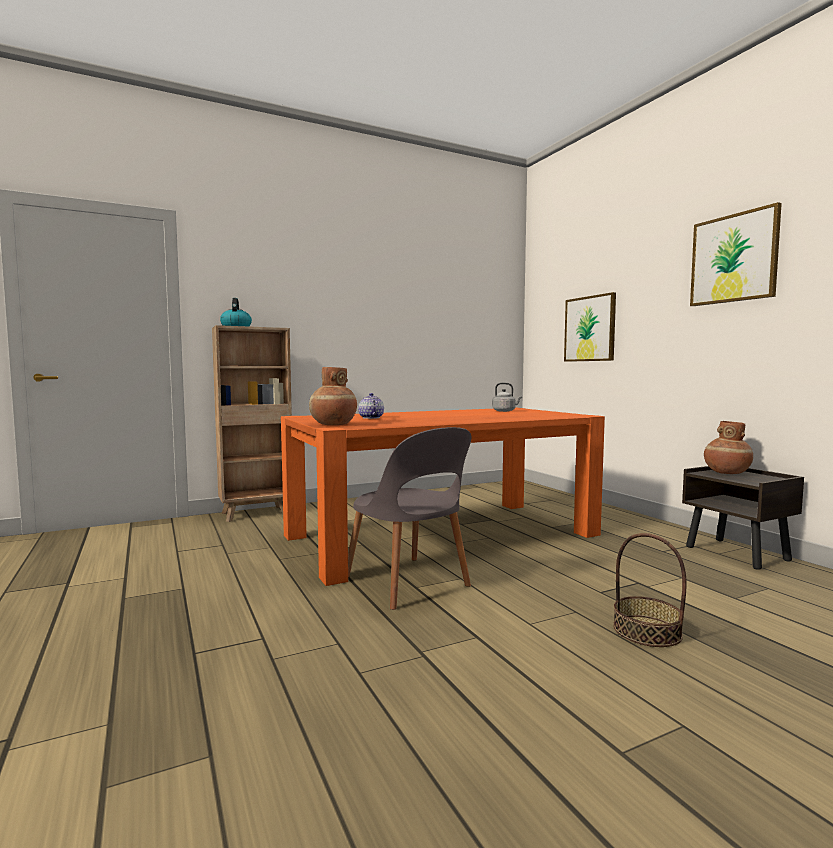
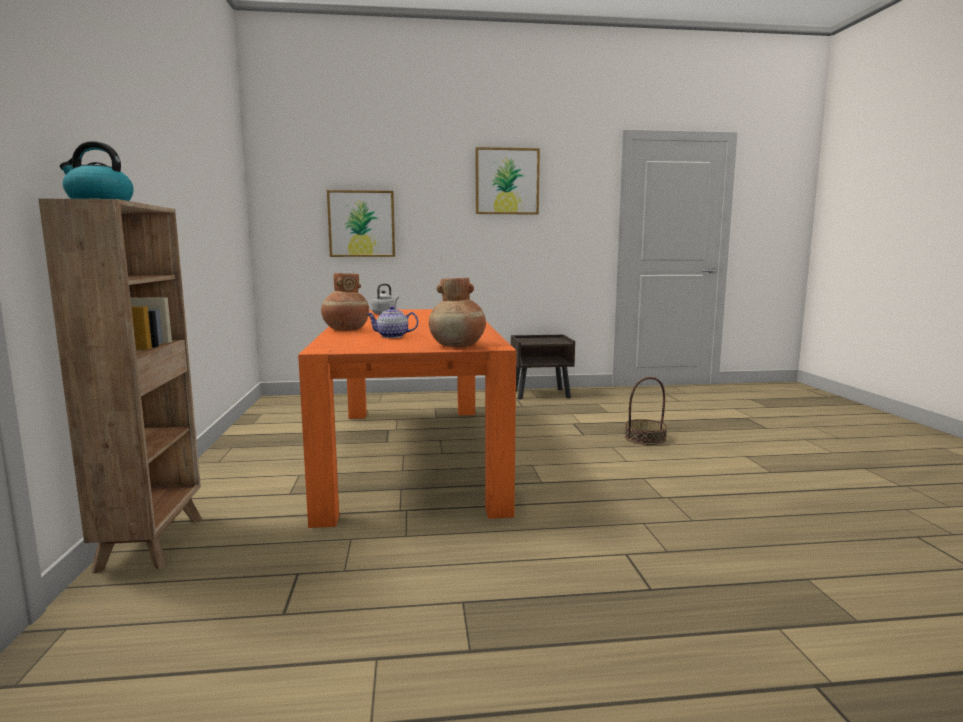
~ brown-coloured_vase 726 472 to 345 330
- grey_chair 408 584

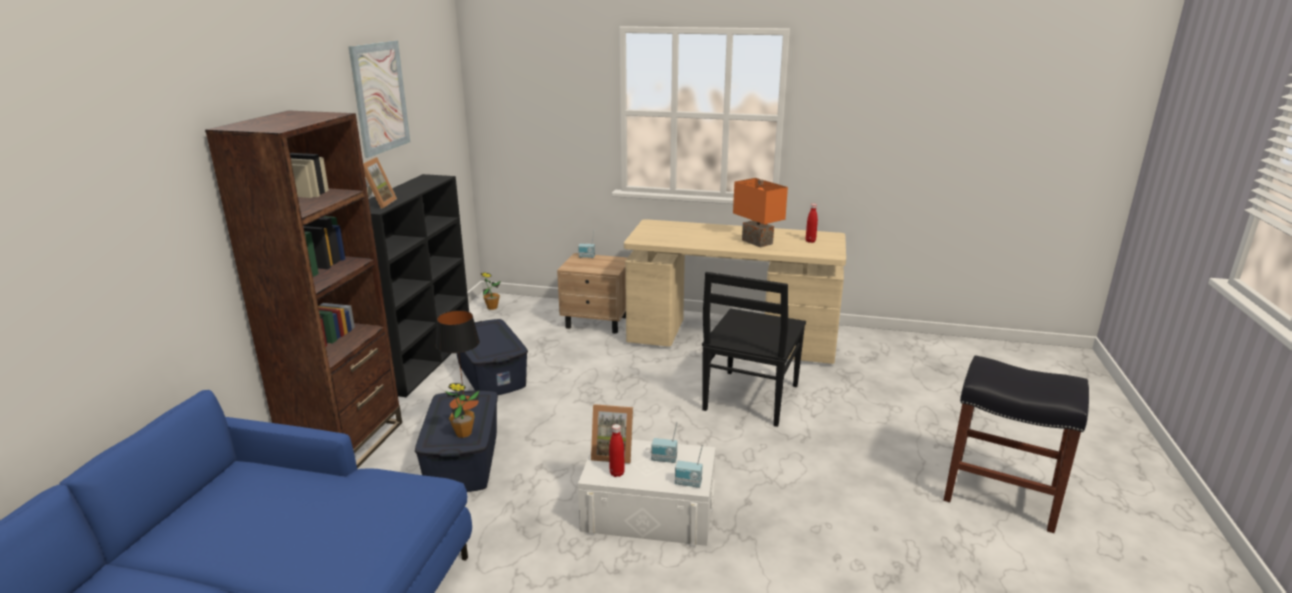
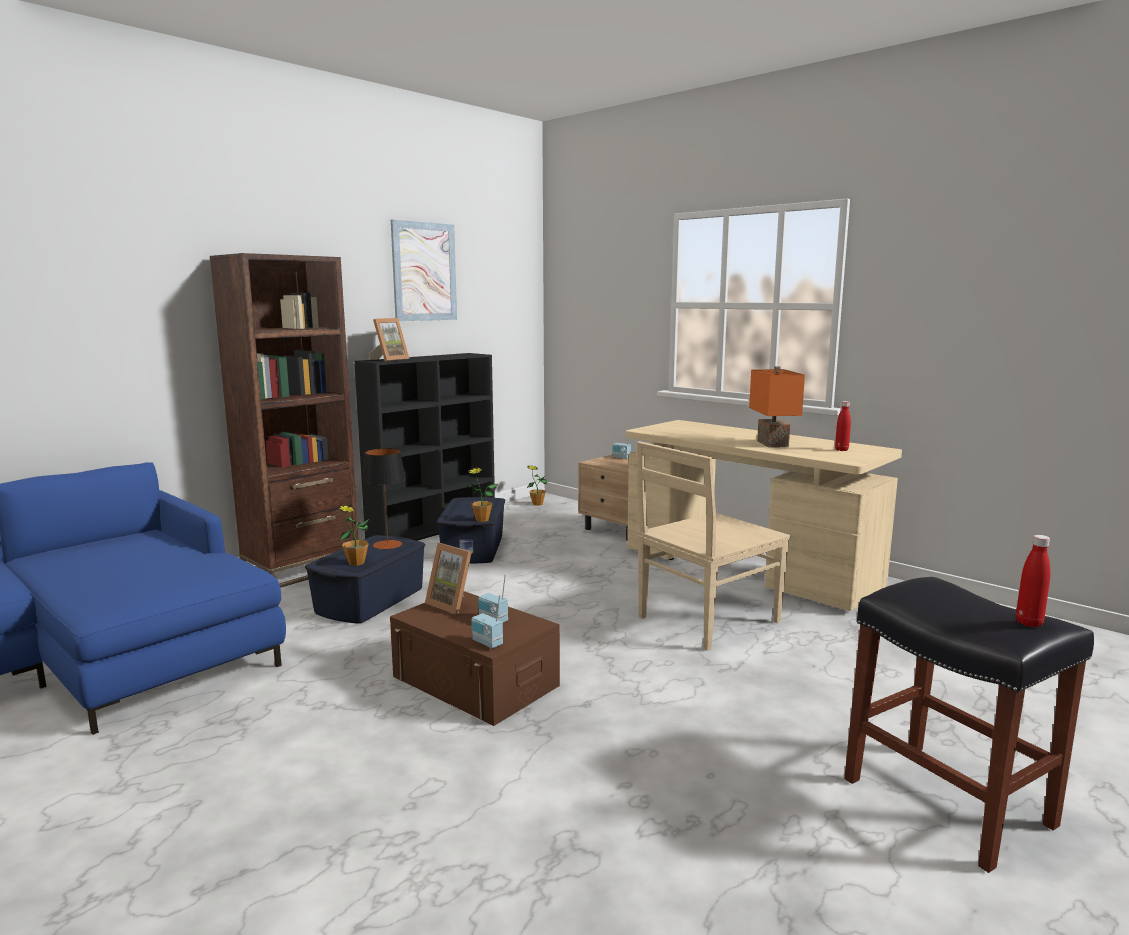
~ whitish_storage_container 649 511 to brown-coloured_storage_container 475 681
+ potted_plant 482 520
~ blackish_chair 750 399 to beige-coloured_chair 706 620
~ reddish_beverage_bottle 617 473 to 1028 623

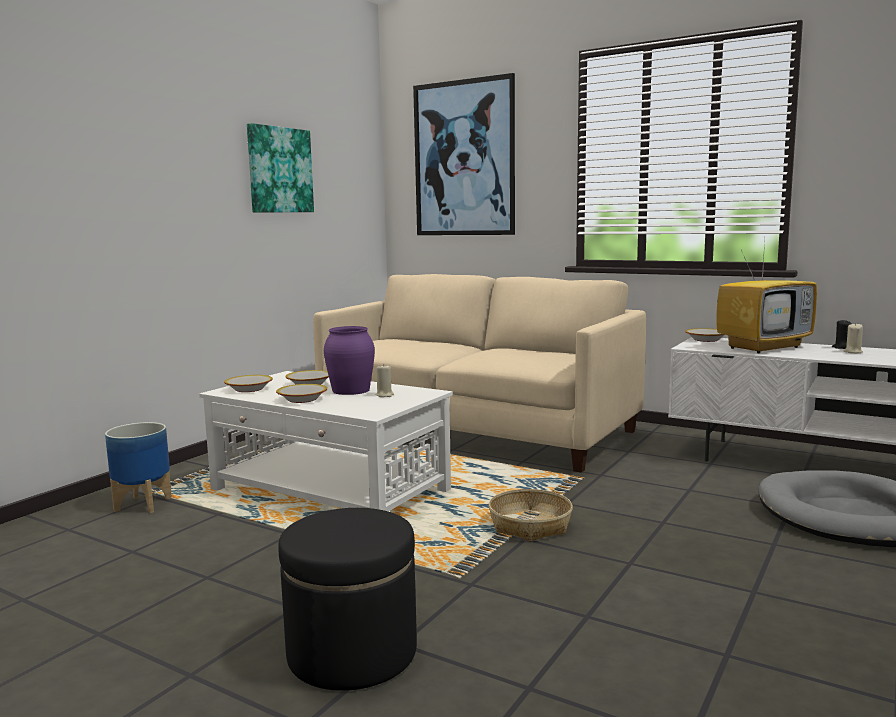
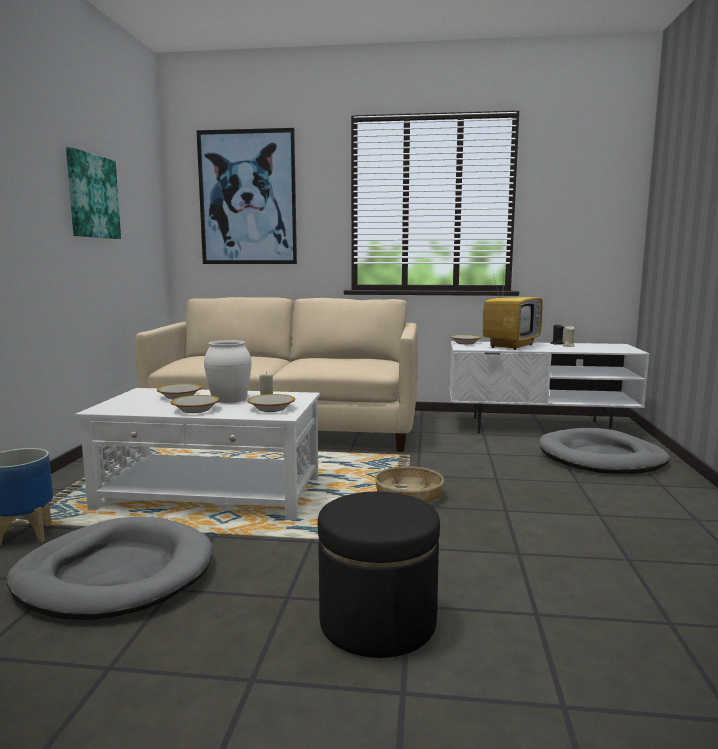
+ grey_pet_bed 115 574
~ purple_vase 350 390 to whitish_vase 229 398
~ deep_dish 248 389 to 271 409

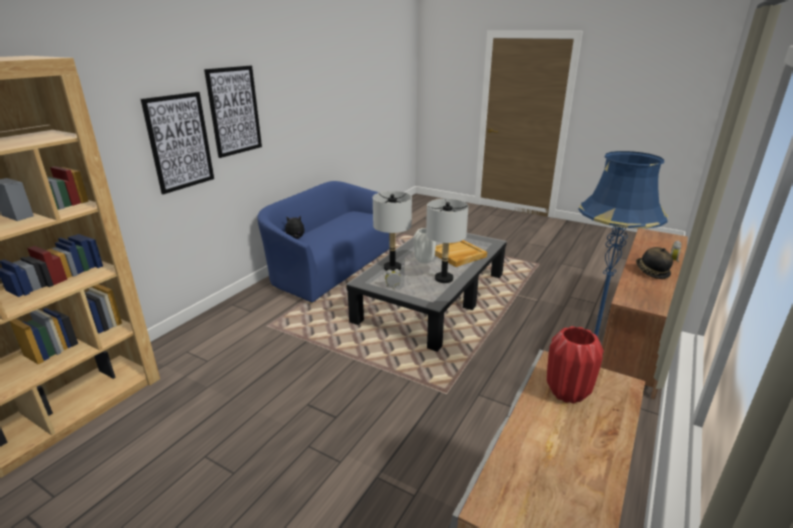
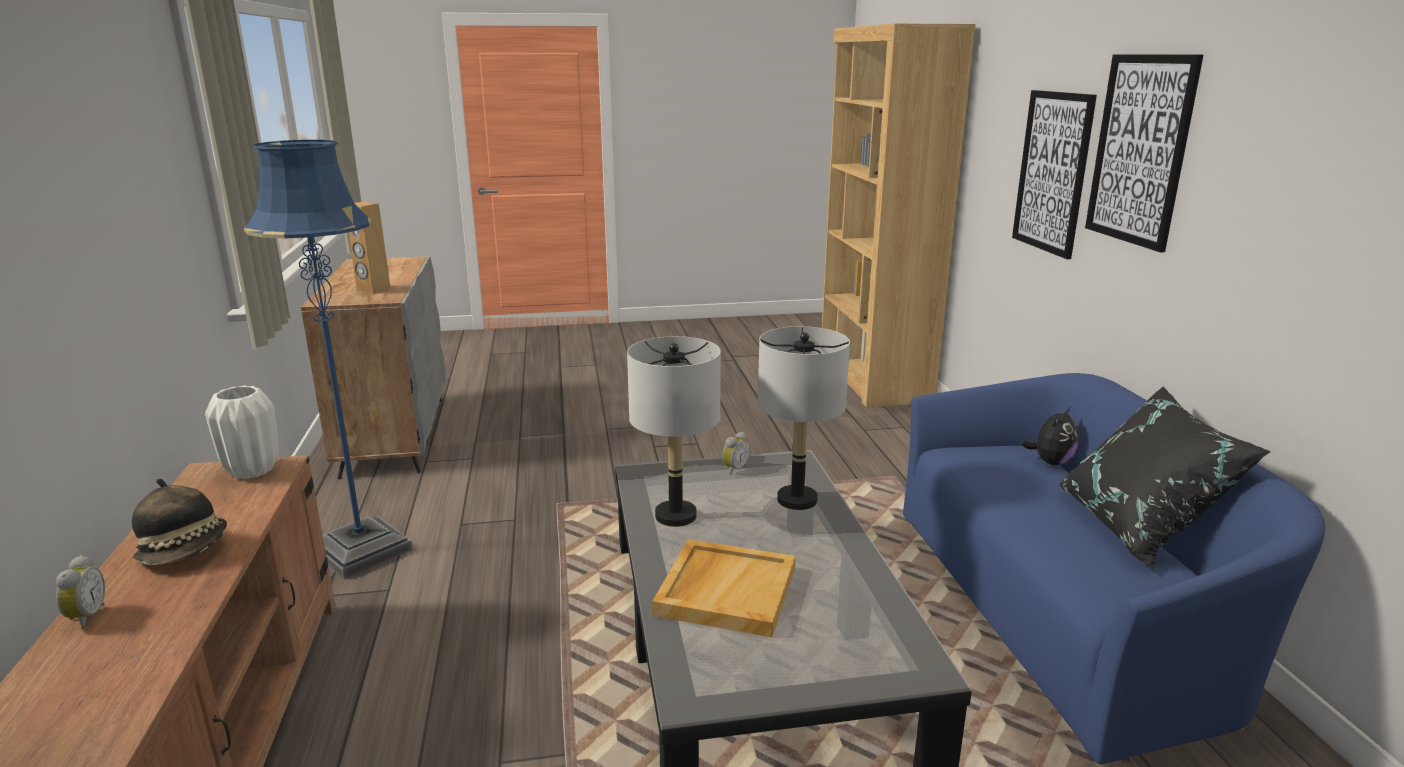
~ whitish_vase 424 260 to 253 471
~ reddish_vase 566 393 to brown-coloured_loudspeaker 373 290
+ blackish_throw_pillow 1139 528

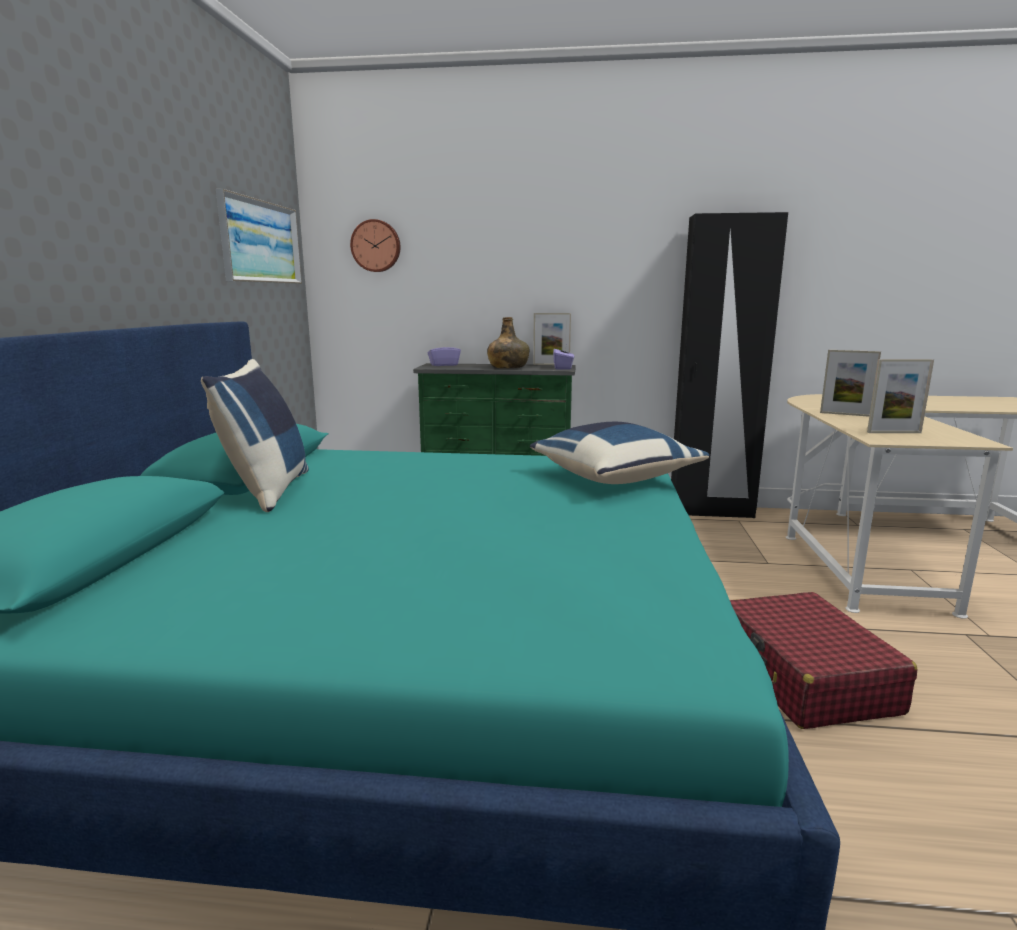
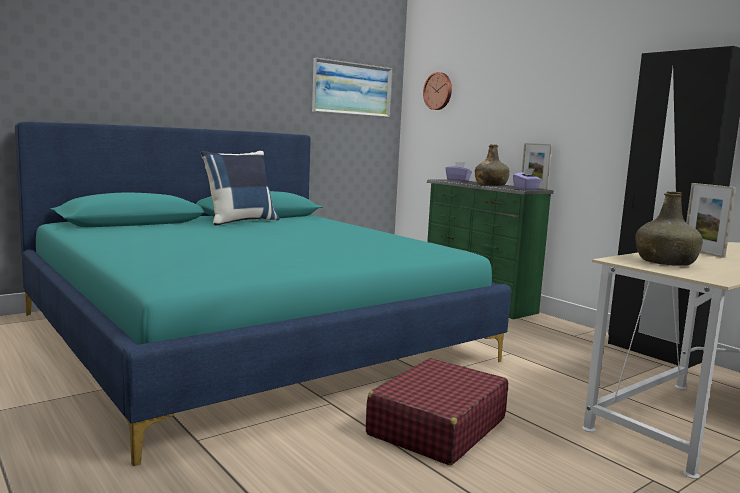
~ picture_frame 894 432 to green_beverage_bottle 665 262
- bluish_throw_pillow 613 478

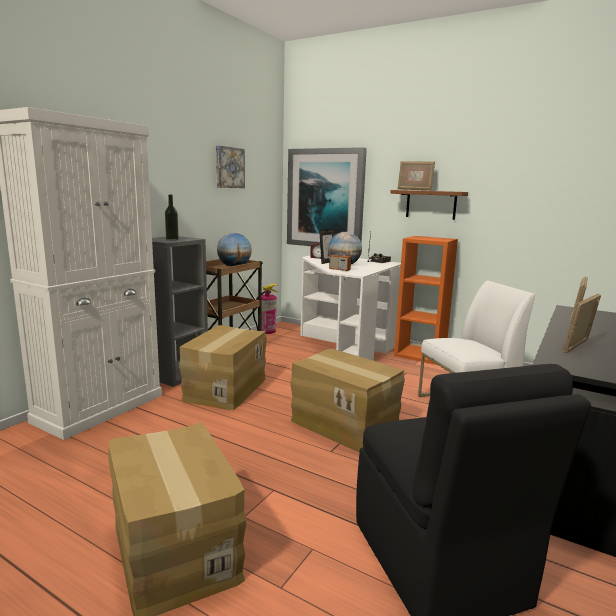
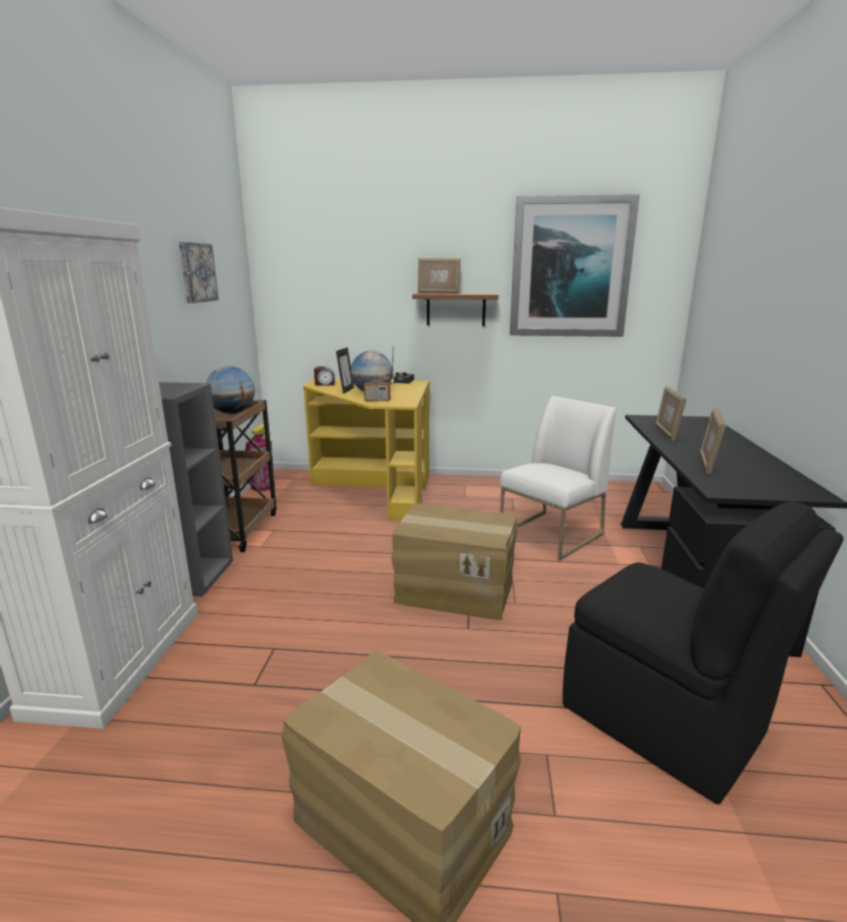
~ whitish_desk 343 347 to yellow_desk 374 491
~ wall_picture 326 198 to 570 268
- beverage_bottle 172 240
- carton 225 389
- orange_bookshelf 420 355

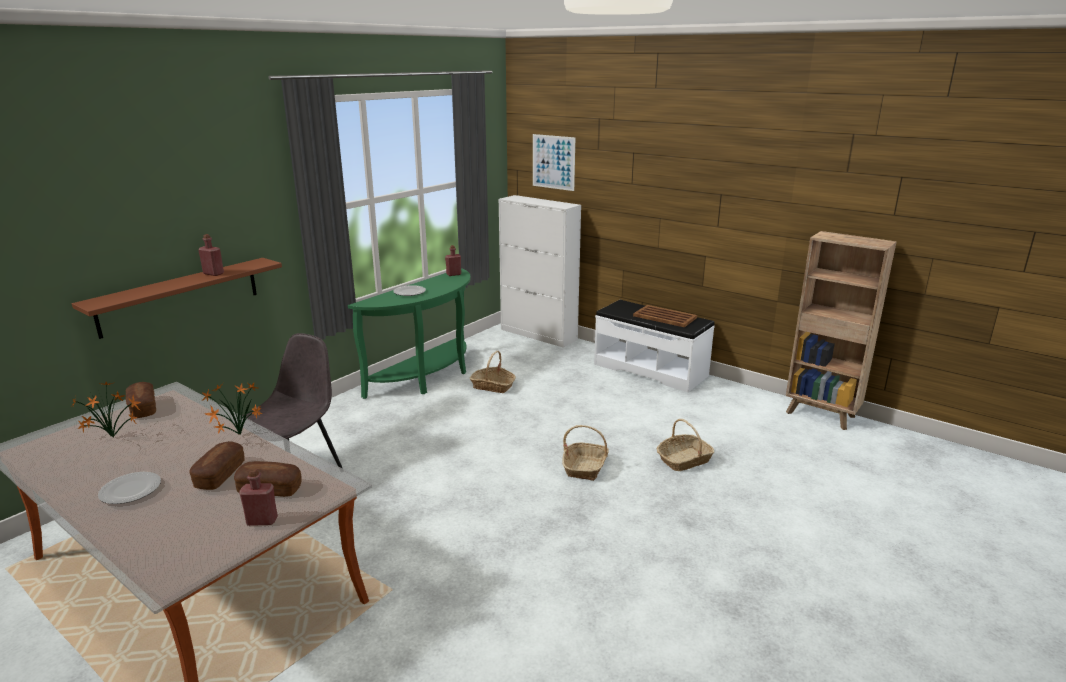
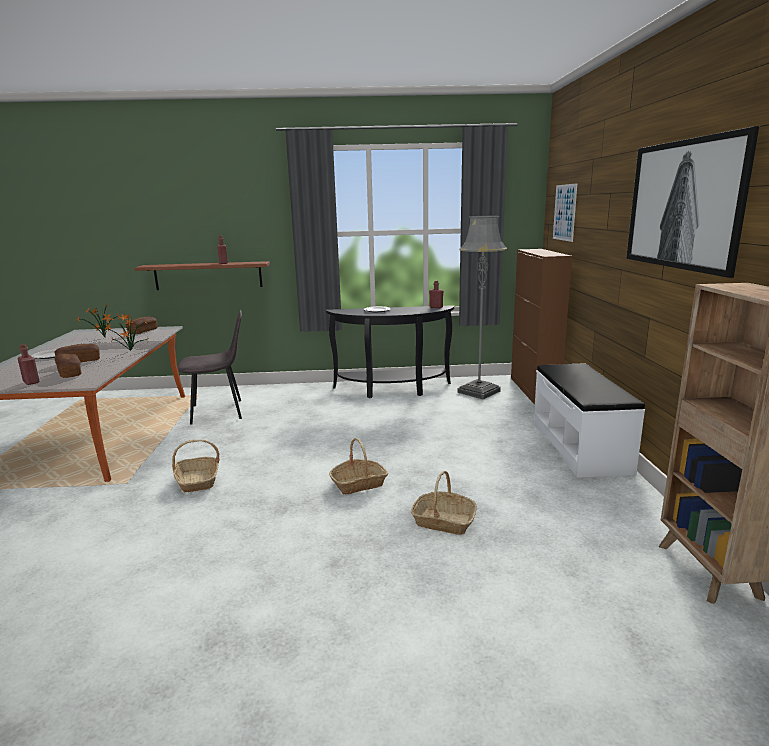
~ basket 493 386 to 197 481
~ green_hall_table 428 378 to blackish_hall_table 392 390
+ grey_standard_lamp 479 392
~ whitish_cupboard 538 334 to brown-coloured_cupboard 534 390
+ wall_picture 684 204
- brown-coloured_carrying_tray 665 317

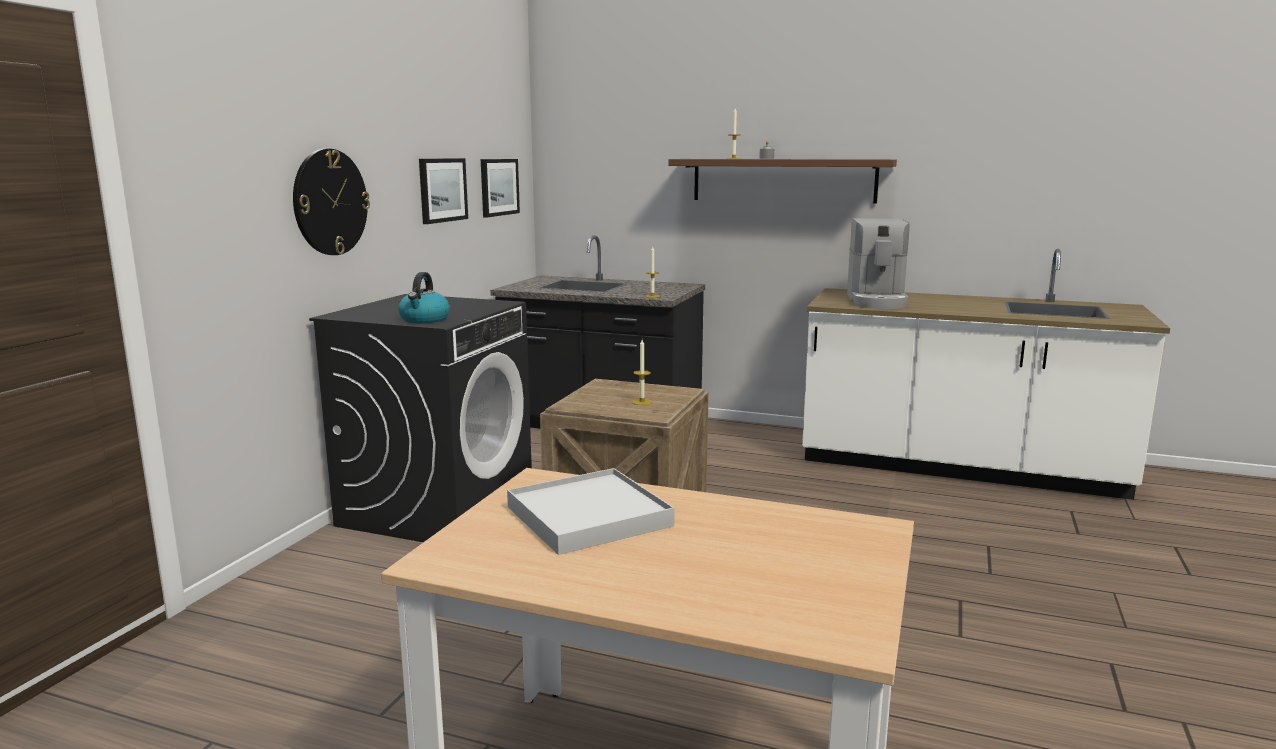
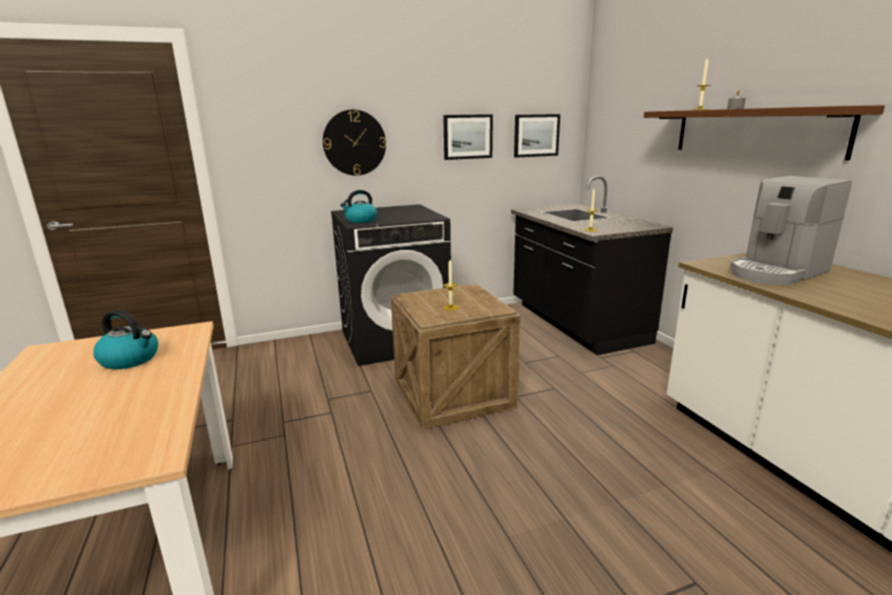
~ whitish_carrying_tray 588 516 to kettle 131 359

